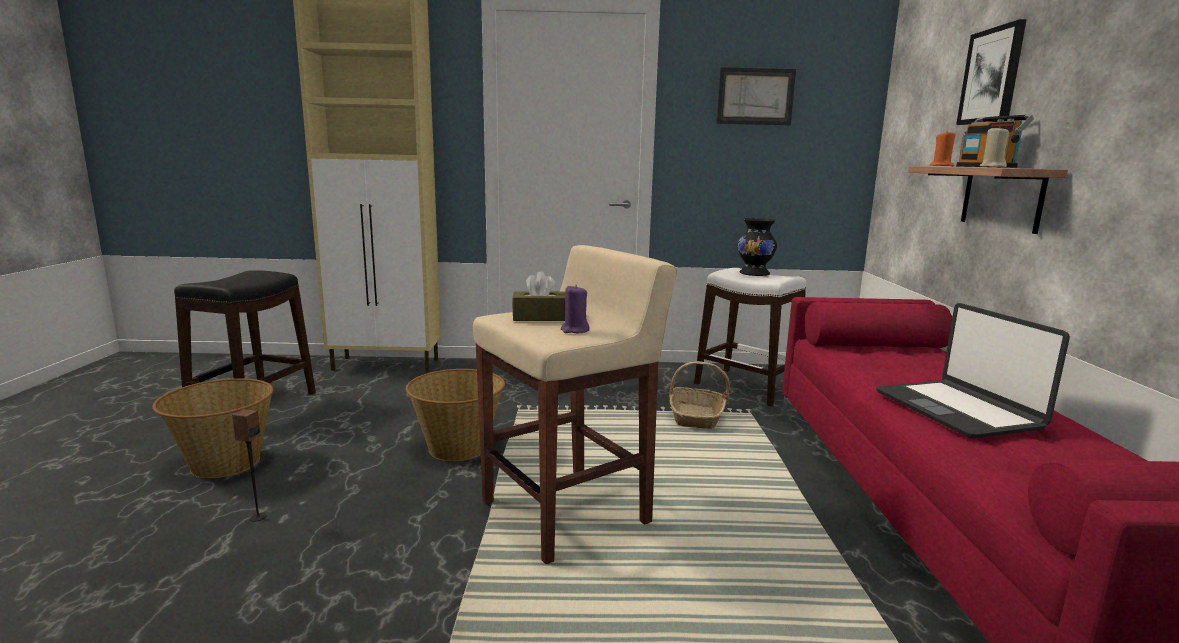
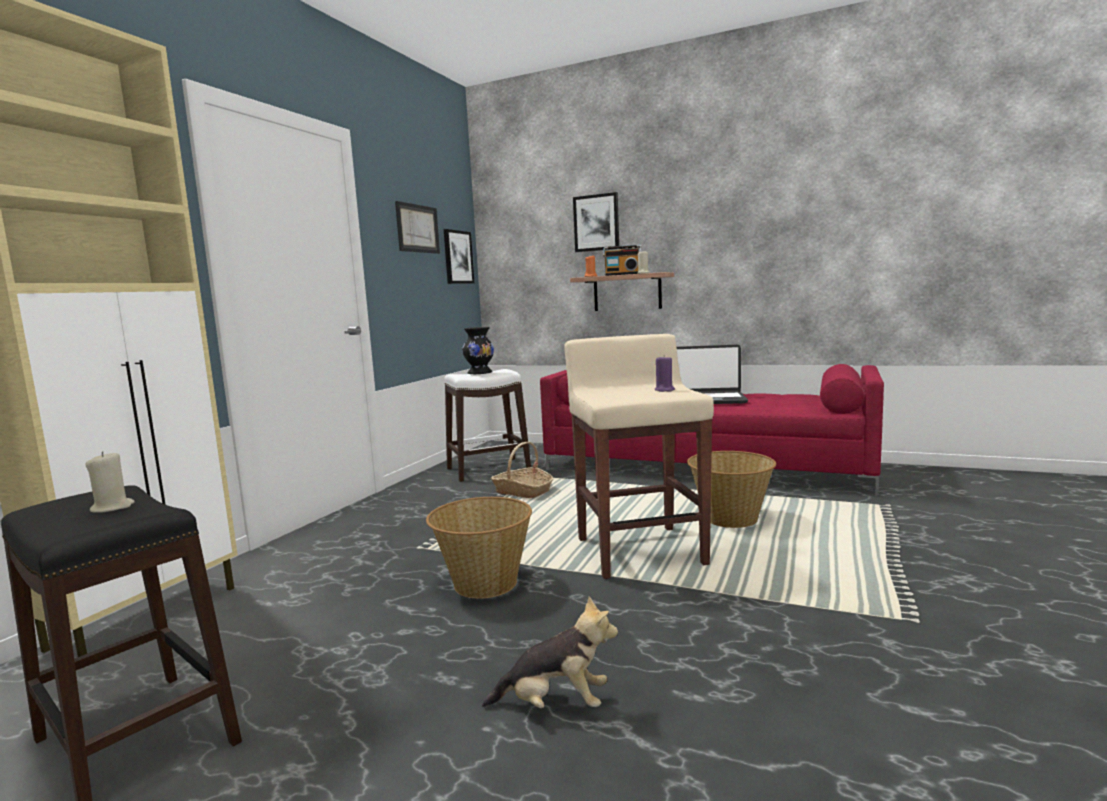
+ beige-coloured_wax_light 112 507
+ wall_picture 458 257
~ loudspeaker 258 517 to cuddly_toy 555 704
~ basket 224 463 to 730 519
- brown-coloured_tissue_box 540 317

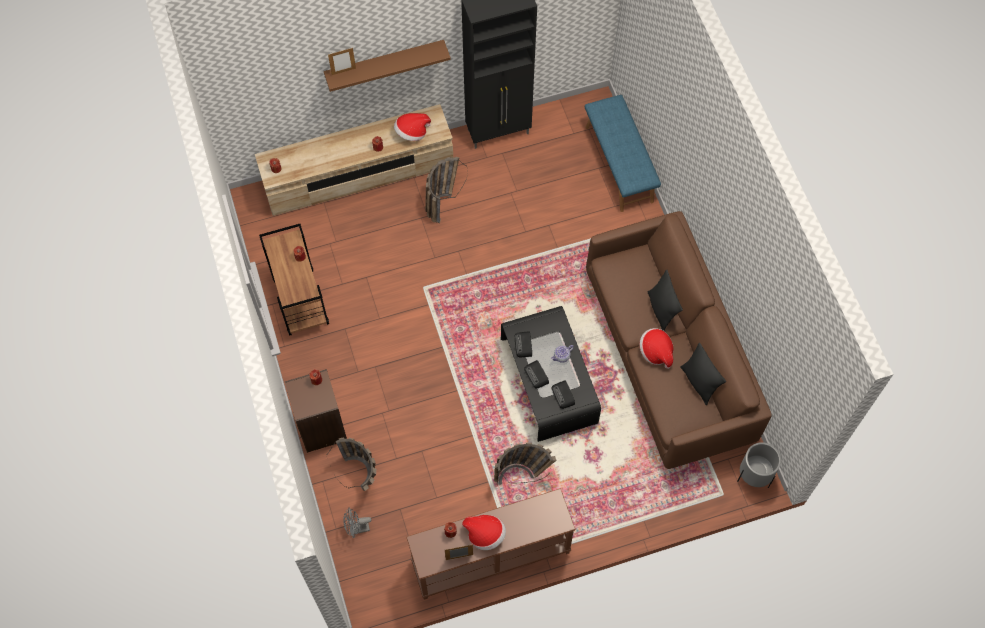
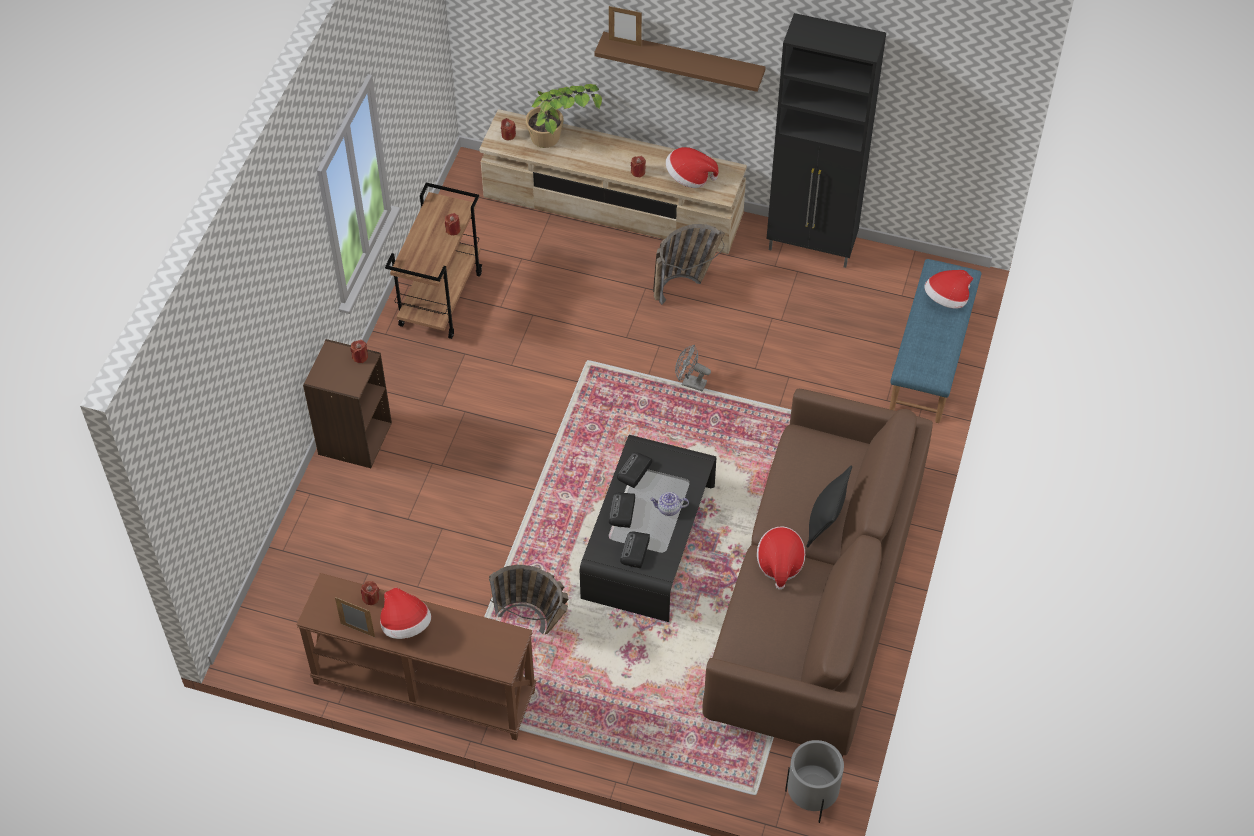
+ potted_plant 560 140
~ grey_cooling_fan 357 529 to 690 383
+ wearable_hat 946 299
- basket 363 478
- blackish_throw_pillow 699 383

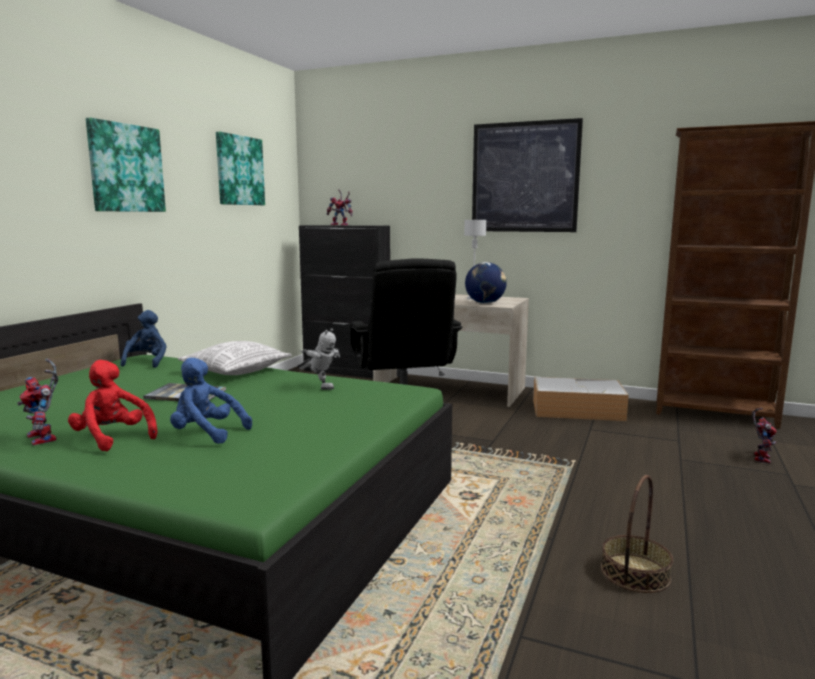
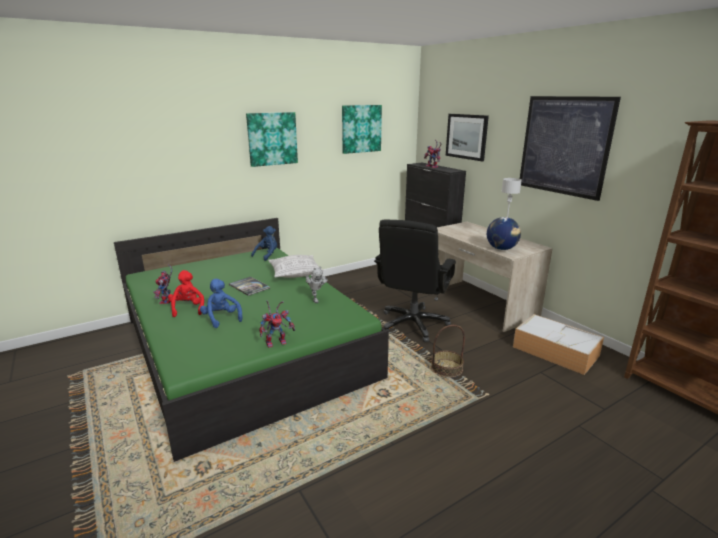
~ toy_robot 759 457 to 277 342
~ basket 635 573 to 446 368
+ wall_picture 466 136

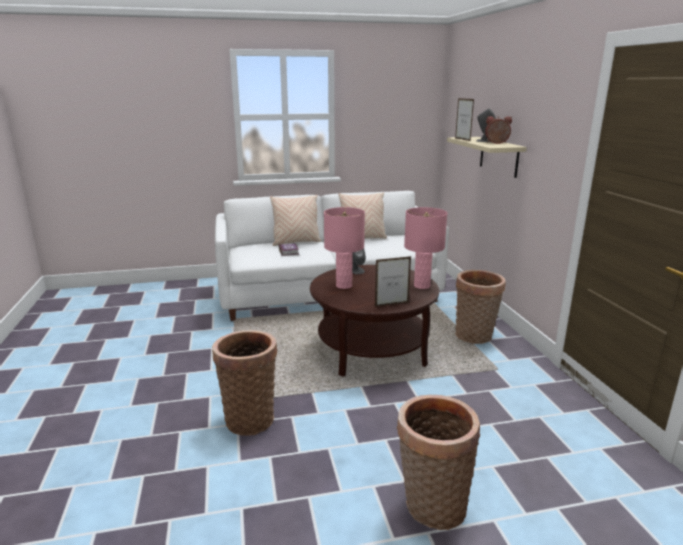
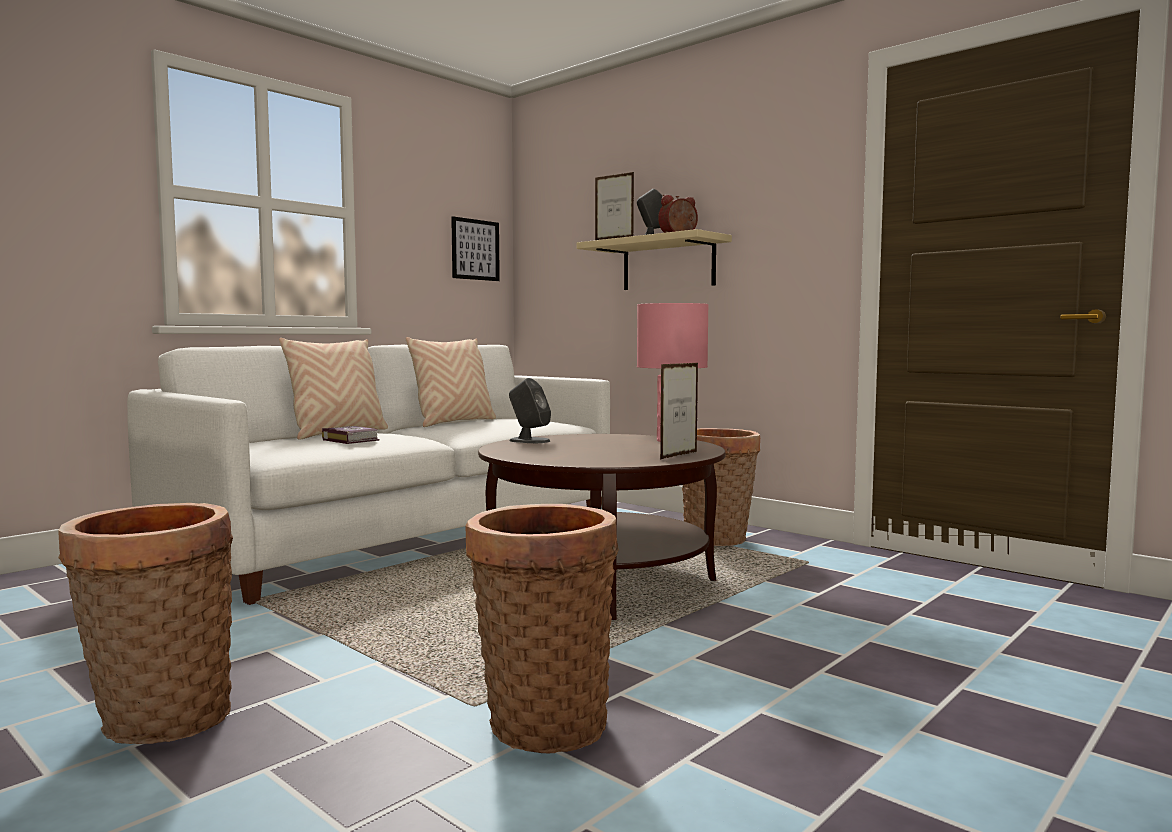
~ basket 431 506 to 158 720
+ wall_picture 475 249
- pink-coloured_table_lamp 343 286

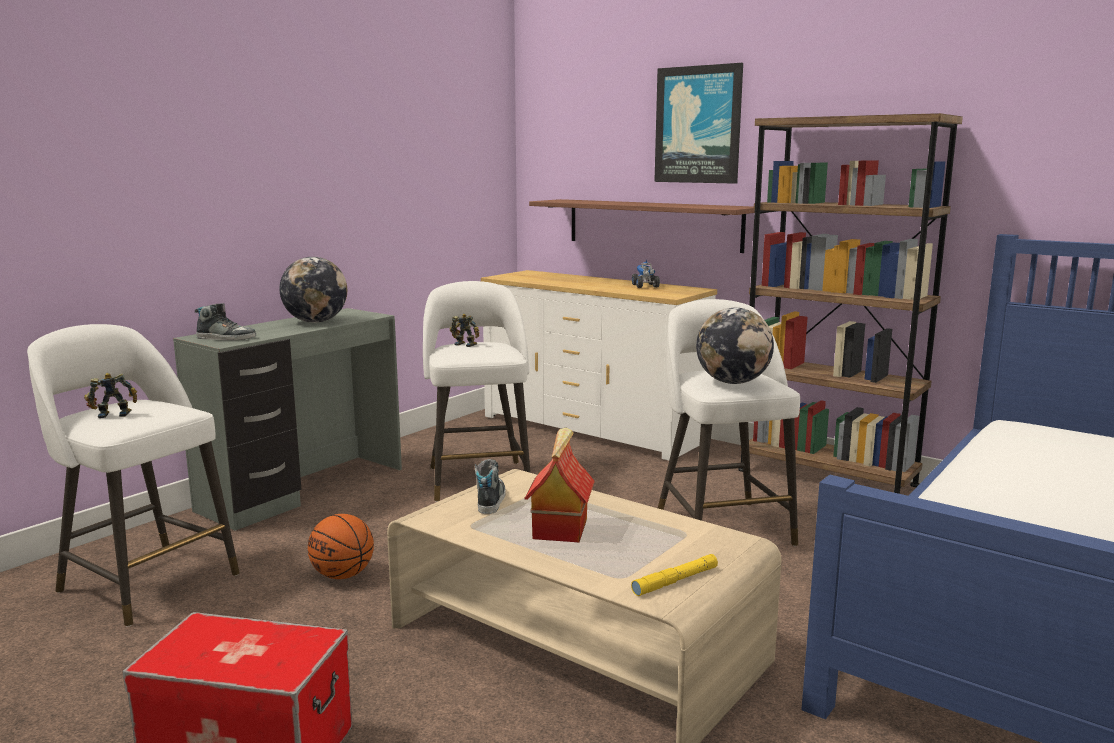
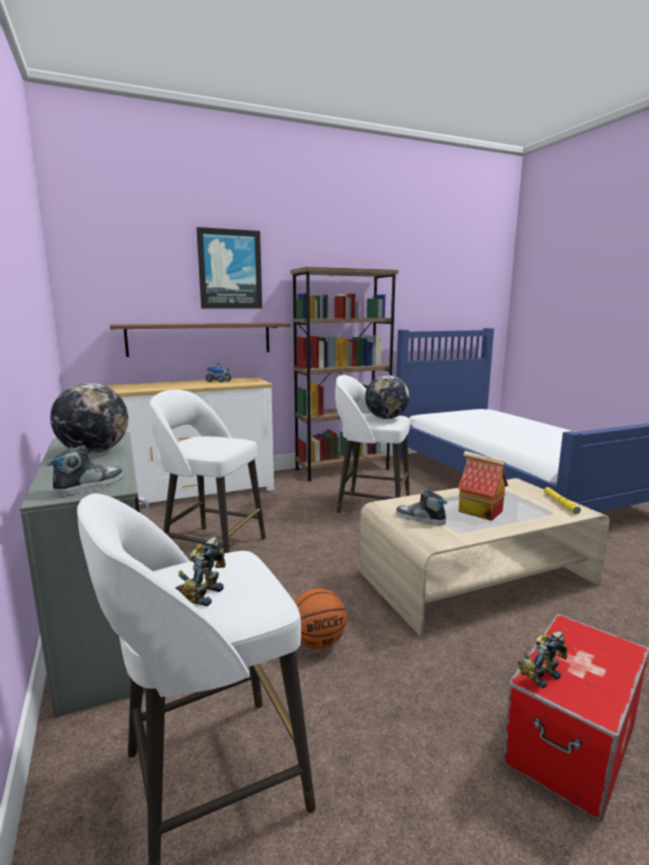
~ toy_robot 466 344 to 540 675

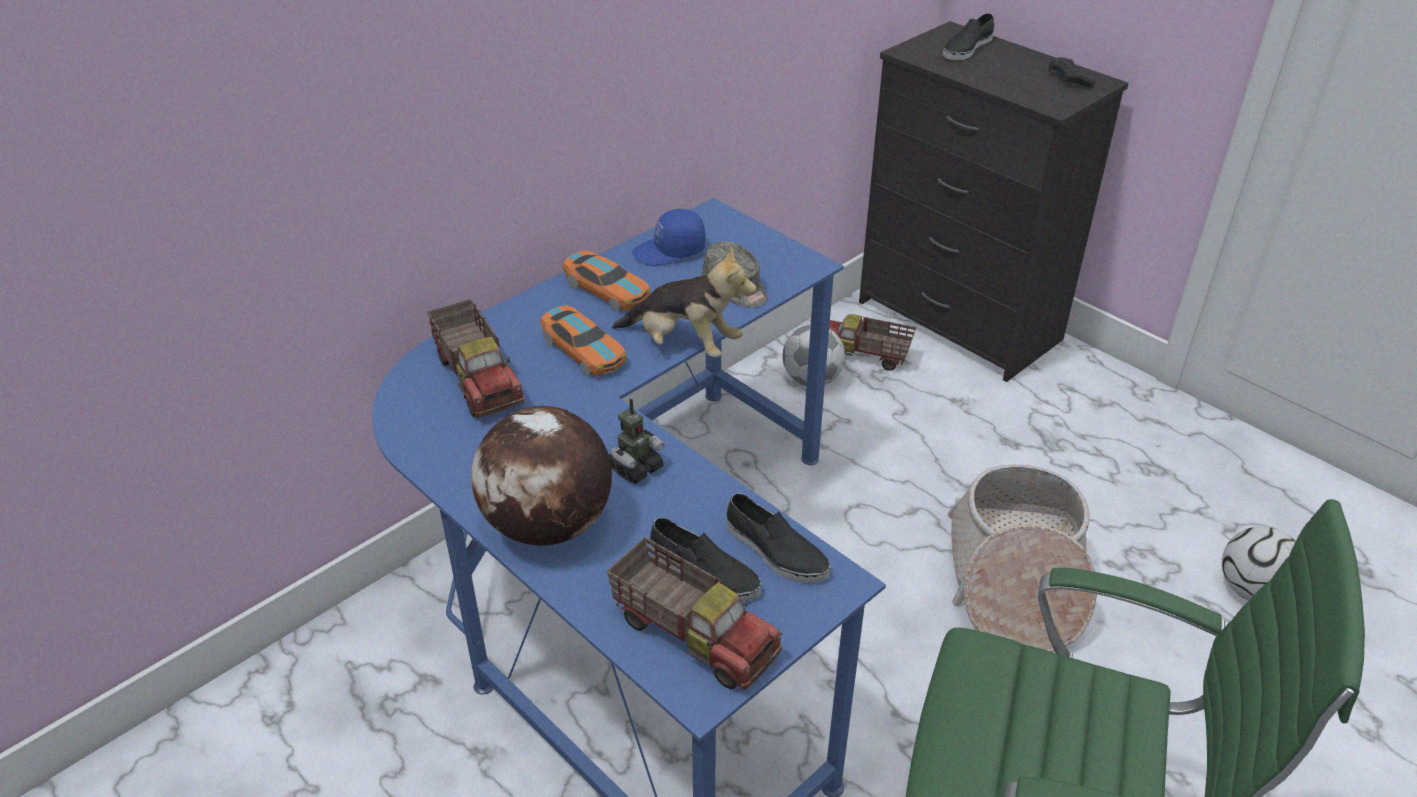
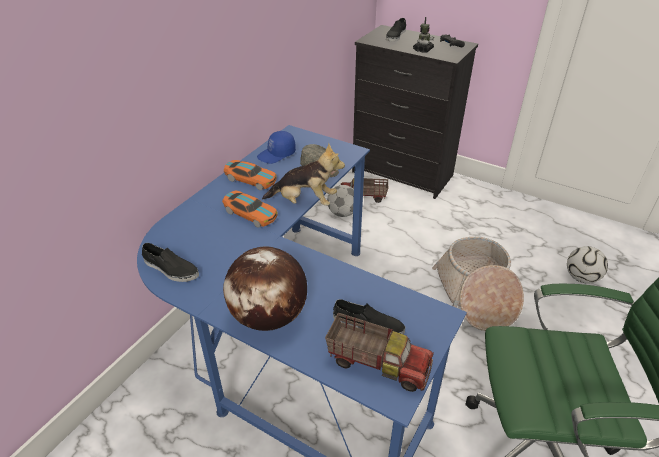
~ blackish_shoe 775 551 to 170 269
~ toy_robot 635 468 to 423 50
- model_truck 479 379

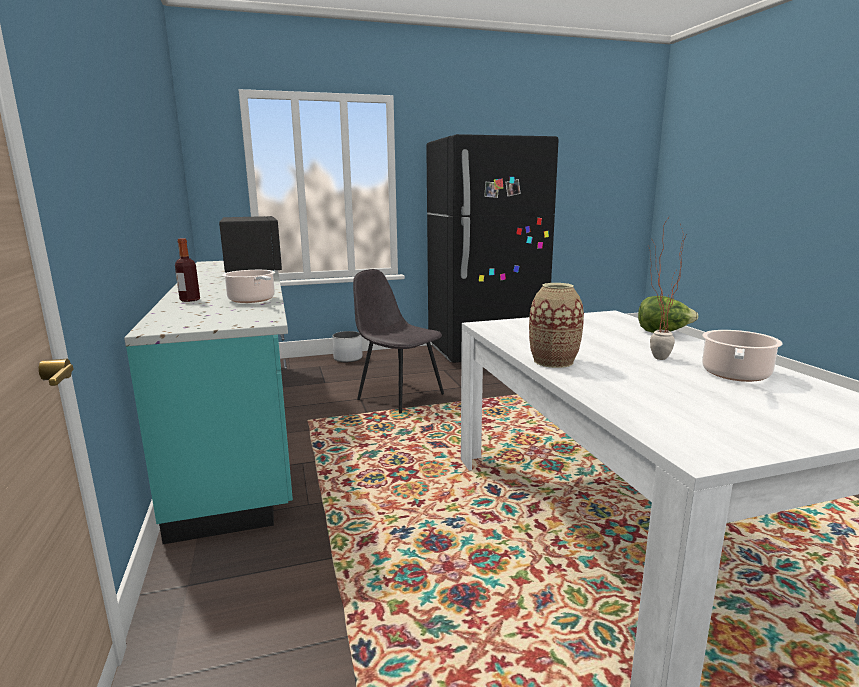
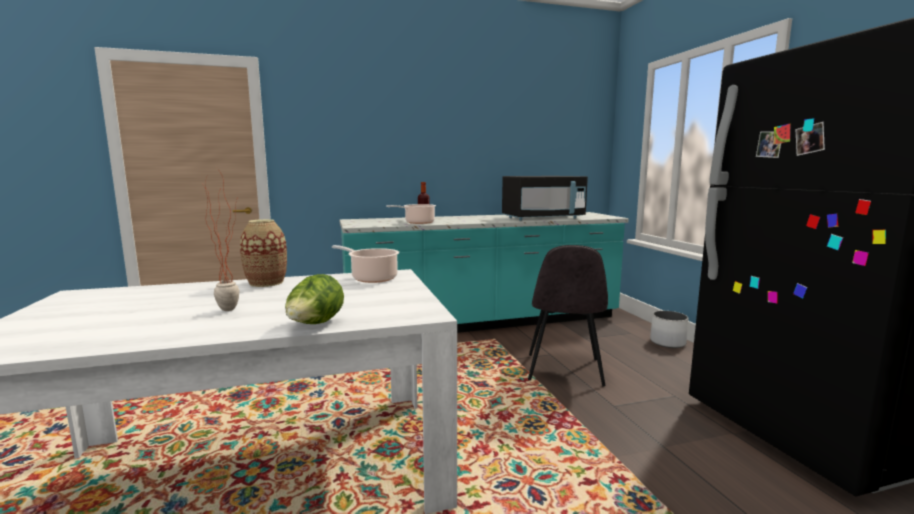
~ stockpot 735 375 to 372 278
~ grey_chair 399 396 = 564 371 150 degrees clockwise

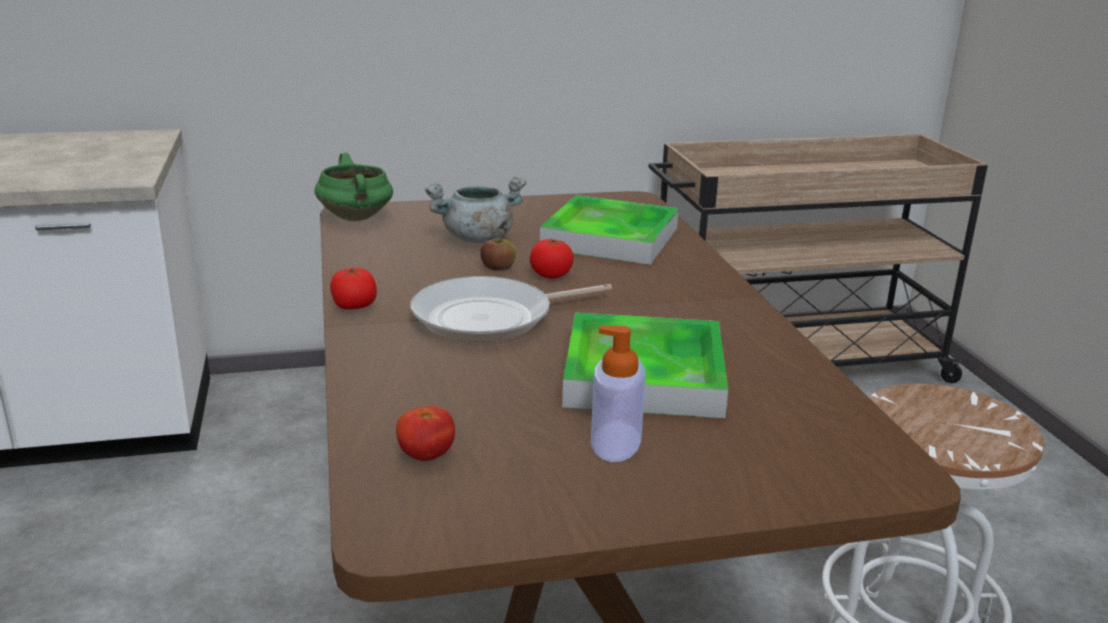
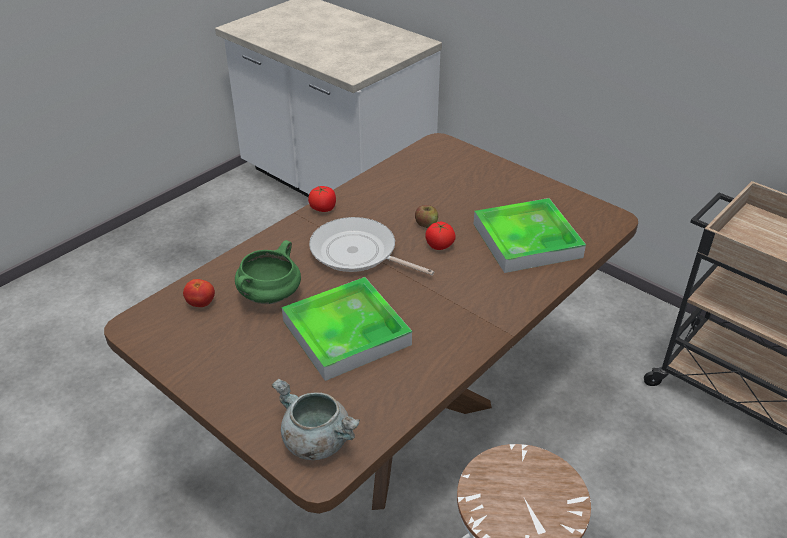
~ green_stockpot 357 218 to 270 297
~ grey_stockpot 477 239 to 316 441
- liquid_soap_bottle 615 441

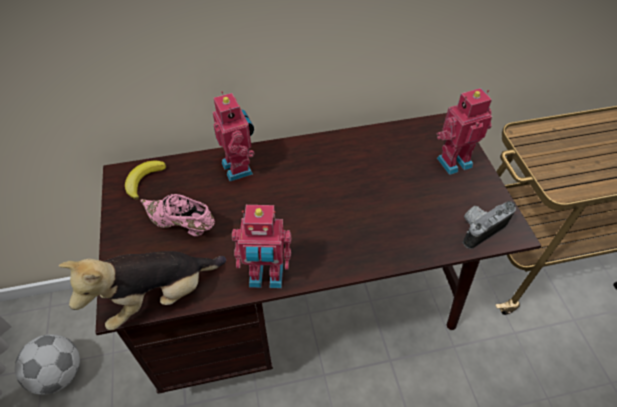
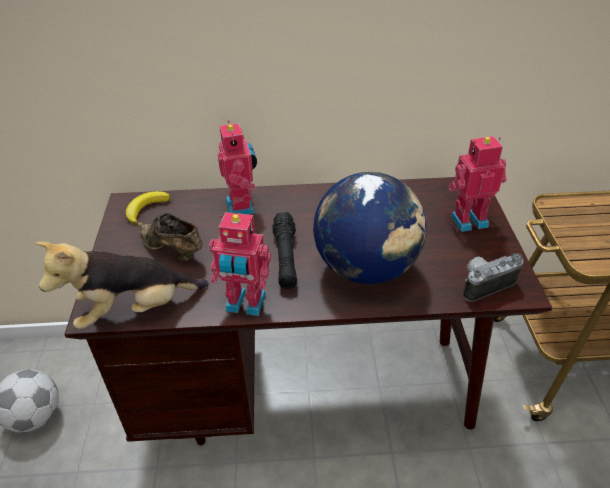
~ pink-coloured_shoe 181 225 to brown-coloured_shoe 172 250
+ blackish_hand_torch 286 257
+ world_globe 366 268

